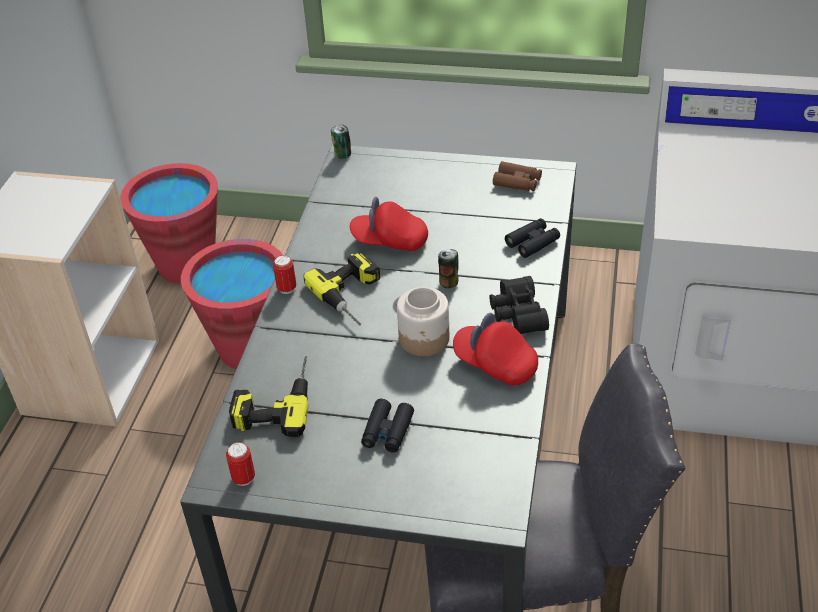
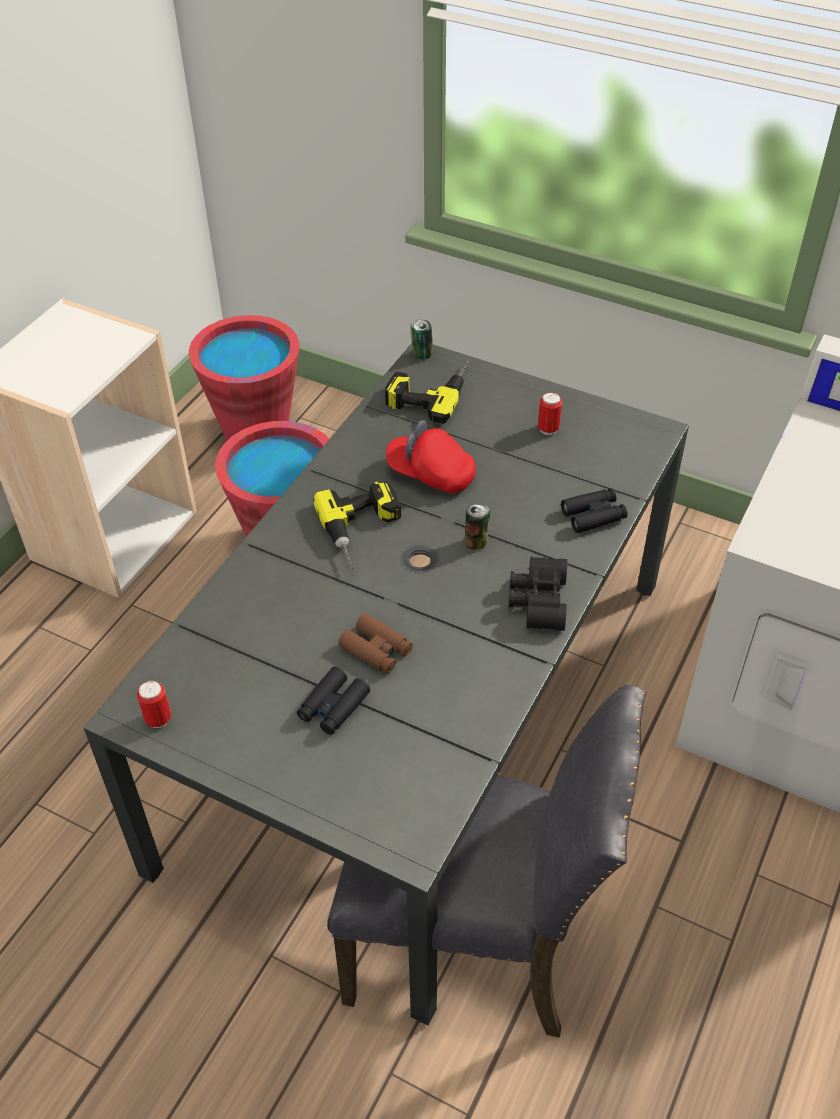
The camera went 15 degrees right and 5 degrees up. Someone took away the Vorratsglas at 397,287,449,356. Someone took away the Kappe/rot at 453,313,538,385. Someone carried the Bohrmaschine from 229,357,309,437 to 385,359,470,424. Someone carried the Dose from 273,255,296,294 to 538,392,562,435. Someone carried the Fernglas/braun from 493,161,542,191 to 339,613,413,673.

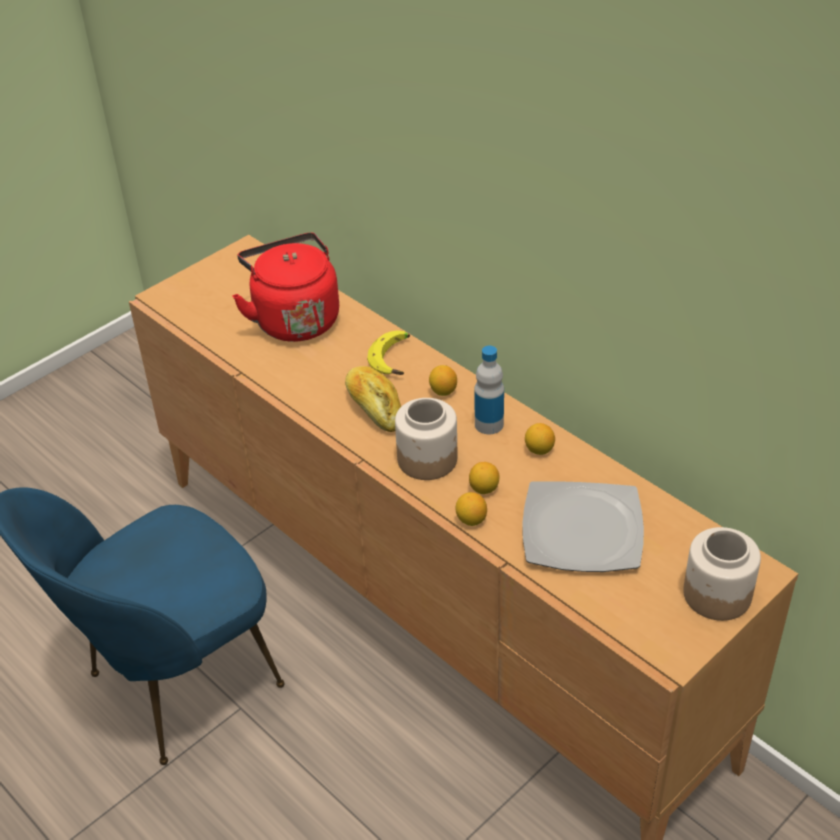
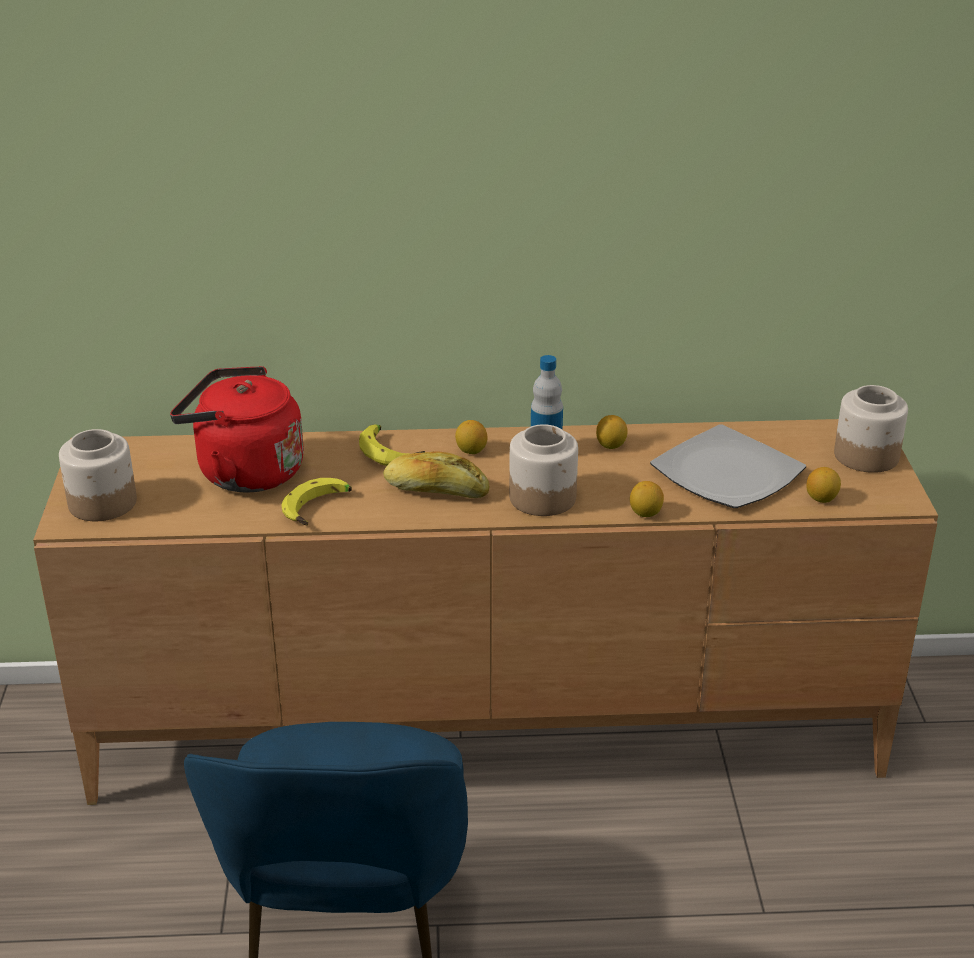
The camera went 50 degrees left and 10 degrees down. Someone put down the Vorratsglas at 59,429,137,521. Someone put down the Banane at 281,478,352,526. Someone carried the Zitrone from 469,462,499,494 to 806,467,841,503.

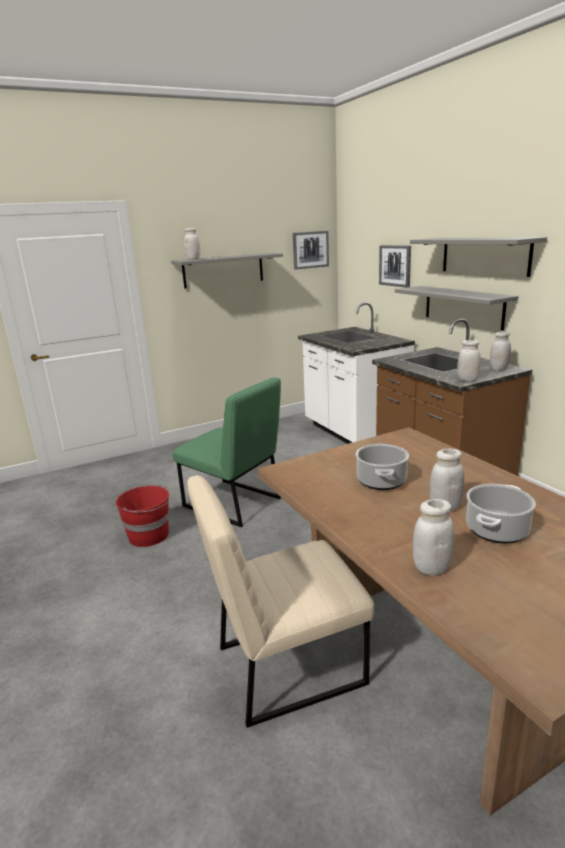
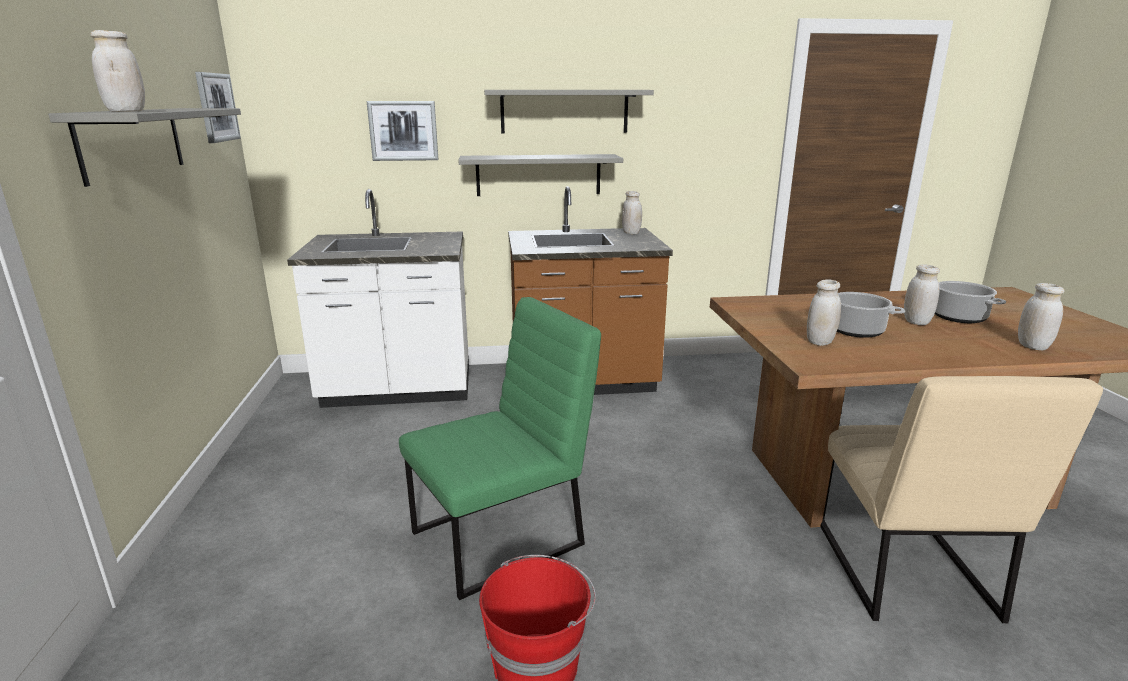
The camera went 70 degrees left and 0 degrees up. Someone carried the Vorratsglas/weiß from 457,340,481,381 to 807,279,841,346.

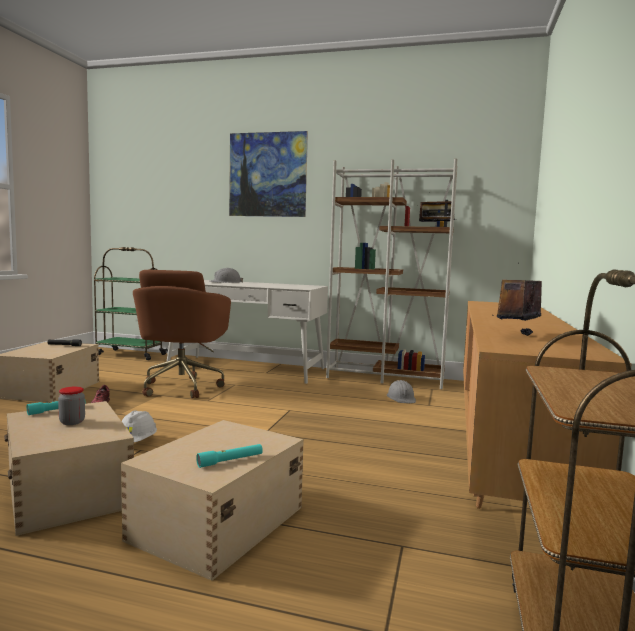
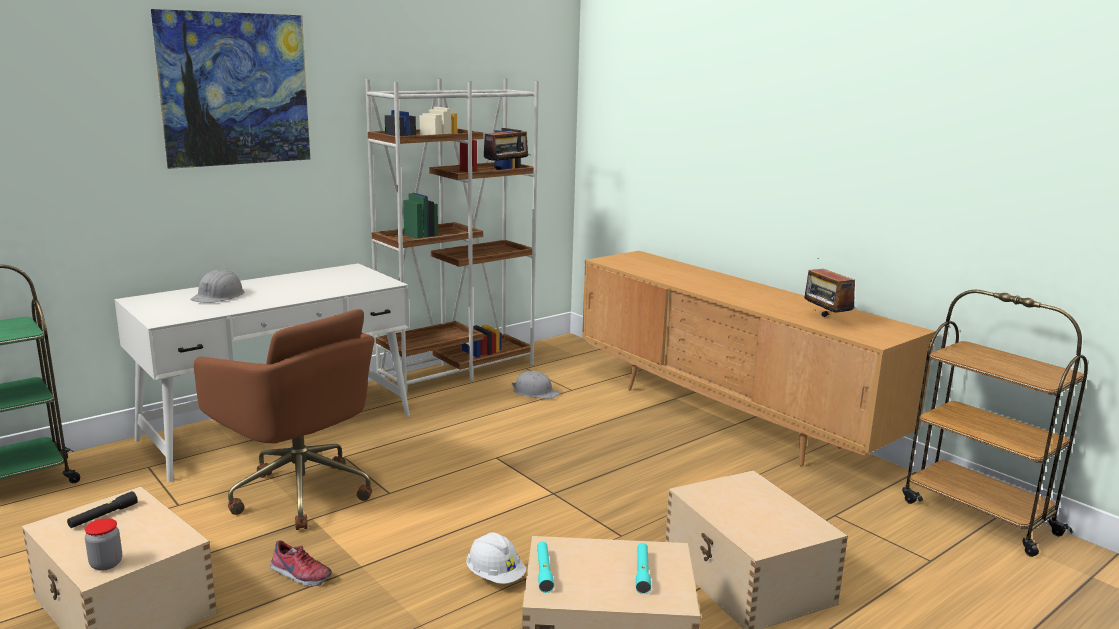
The camera went 55 degrees left and 10 degrees up. Someone carried the Vorratsglas from 58,387,85,425 to 85,518,122,571. Someone carried the Taschenlampe/türkis from 196,444,263,468 to 636,543,651,594.

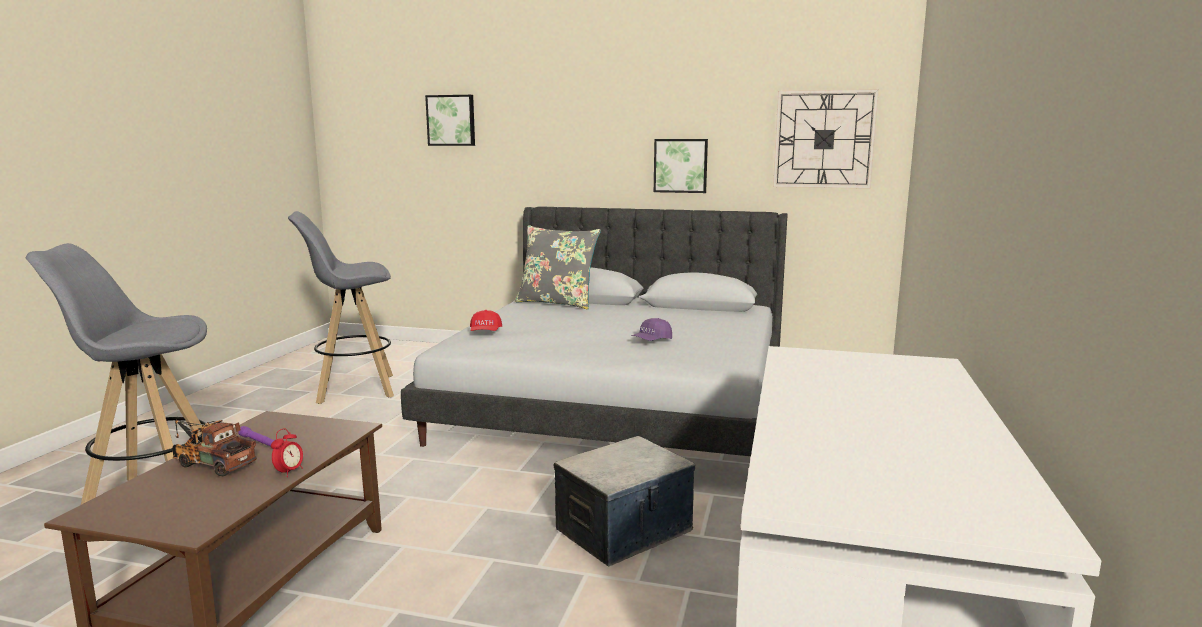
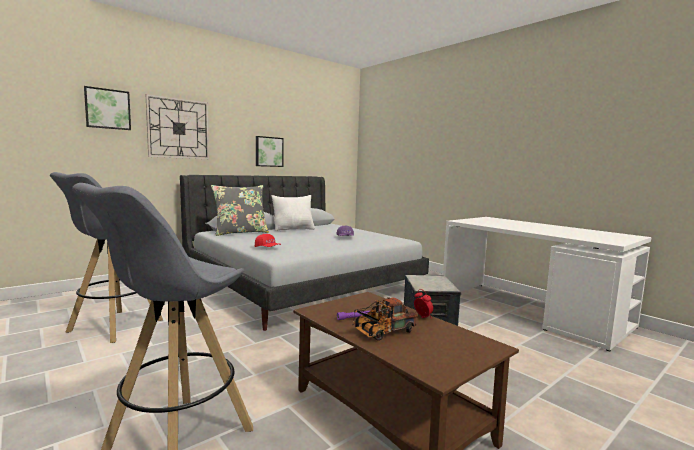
The camera went 55 degrees left and 5 degrees down. Someone put down the Kissen/weiß at 272,195,315,231. Someone carried the Wanduhr from 773,89,879,189 to 146,94,209,159.

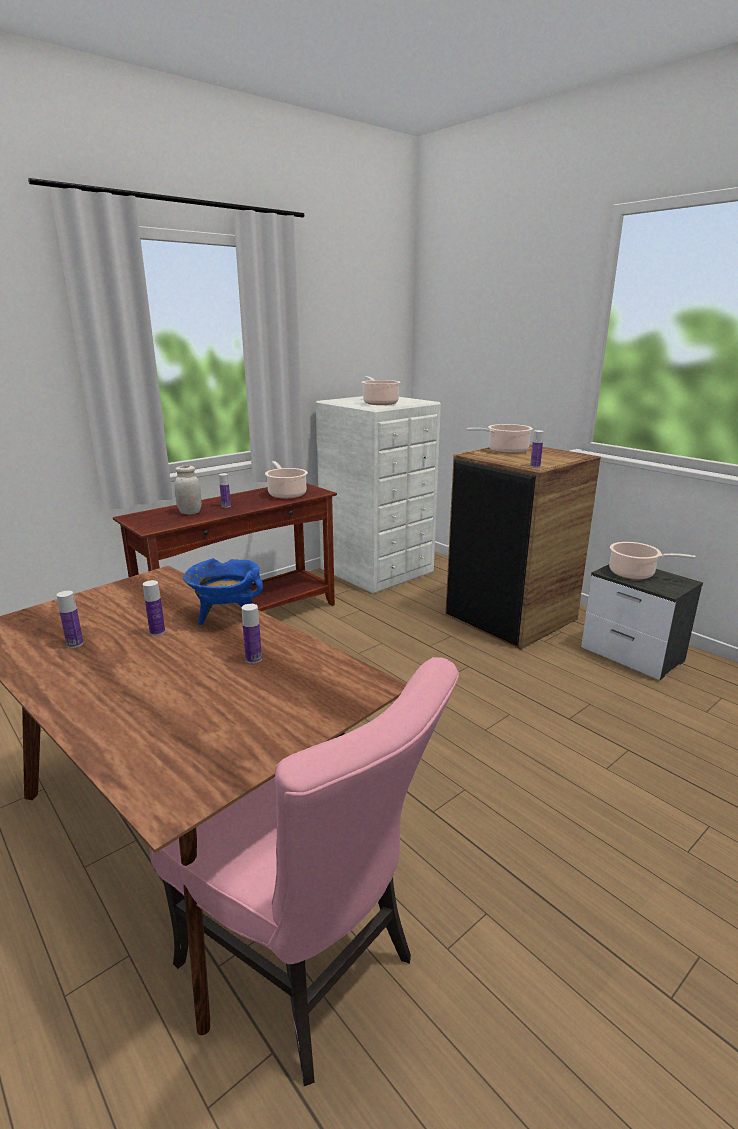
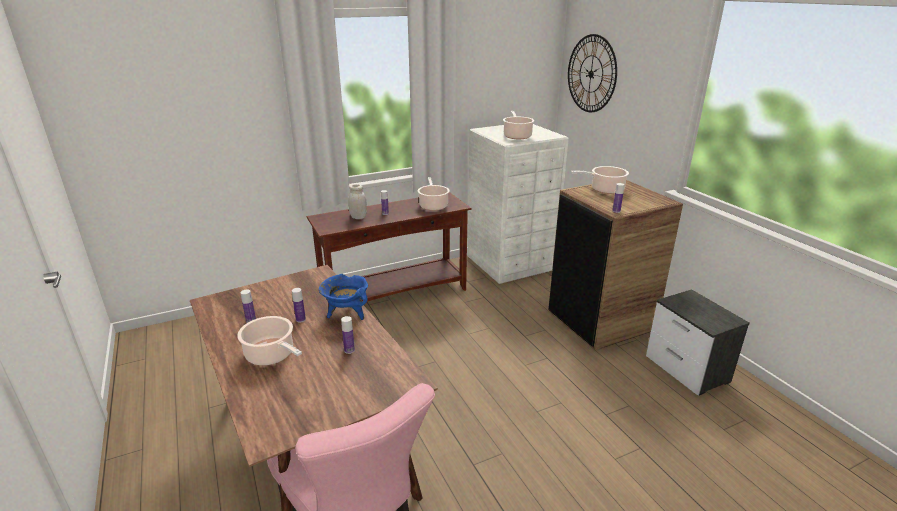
The camera went 15 degrees right and 5 degrees up. Someone put up the Wanduhr at 568,34,617,112. Someone carried the Kochtopf from 609,542,695,580 to 237,316,302,365.

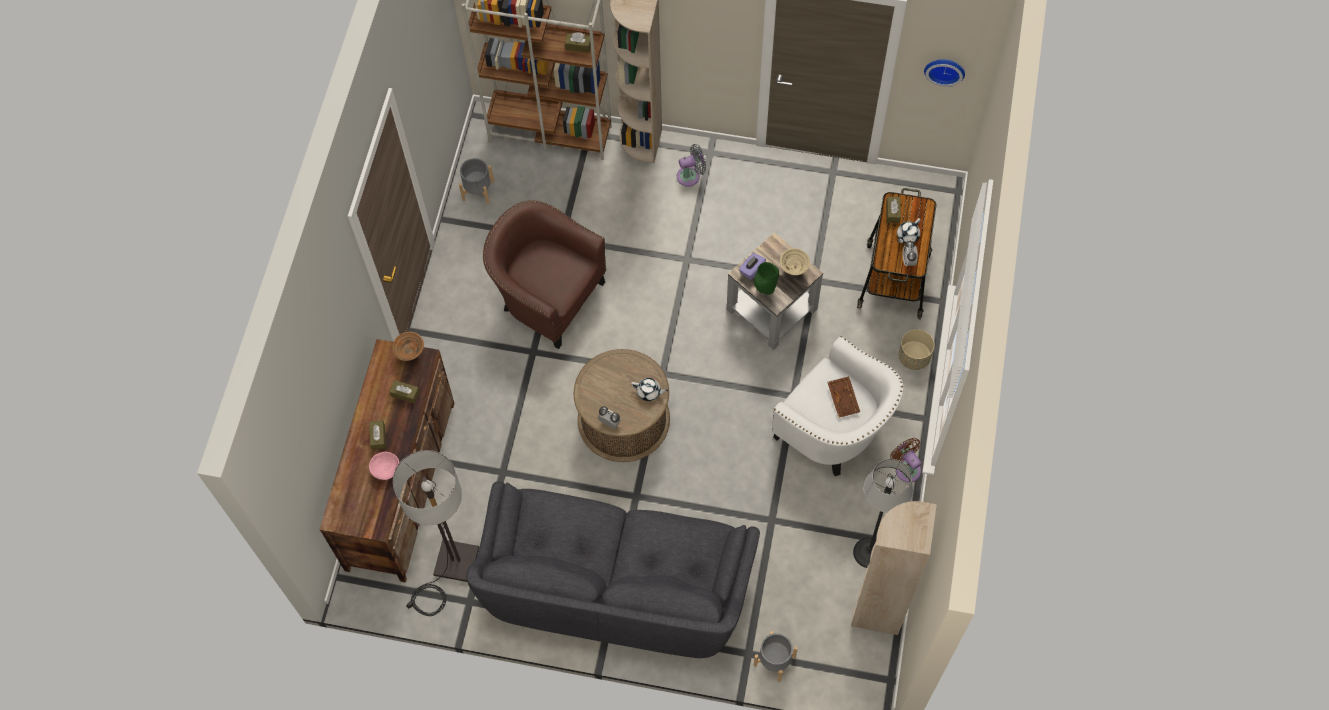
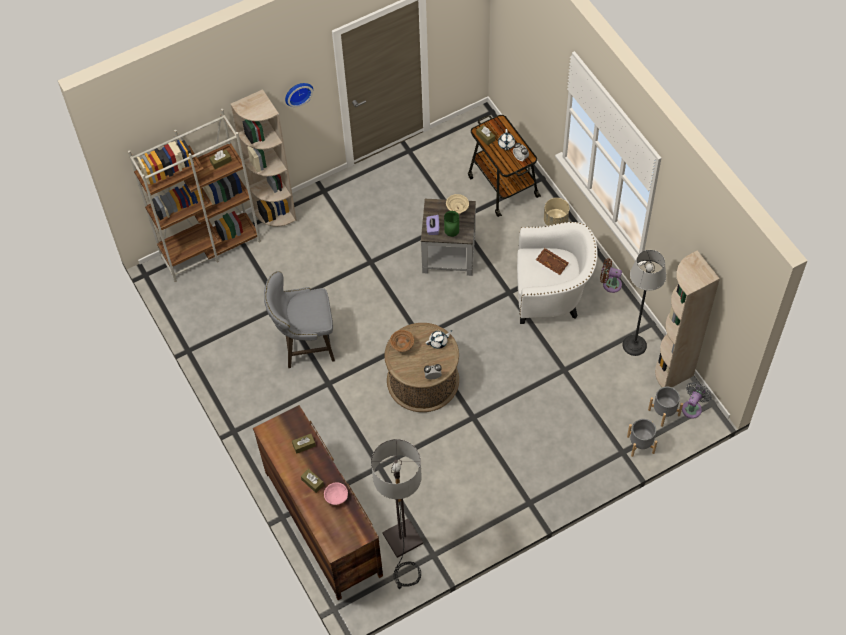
The camera went 40 degrees left and 5 degrees down. Someone took away the Sofa/grau at 466,482,760,658. Someone carried the Schüssel/braun from 392,332,424,361 to 390,330,414,352. Someone carried the Pflanzkübel/grau from 459,158,494,204 to 648,387,683,427. Someone carried the Ventilator/grau from 677,144,706,187 to 682,382,711,419. Someone carried the Wanduhr from 924,59,965,87 to 285,83,313,107. Someone swapped the Sessel/braun at 483,200,606,349 for the Hocker/grau at 264,271,335,368.

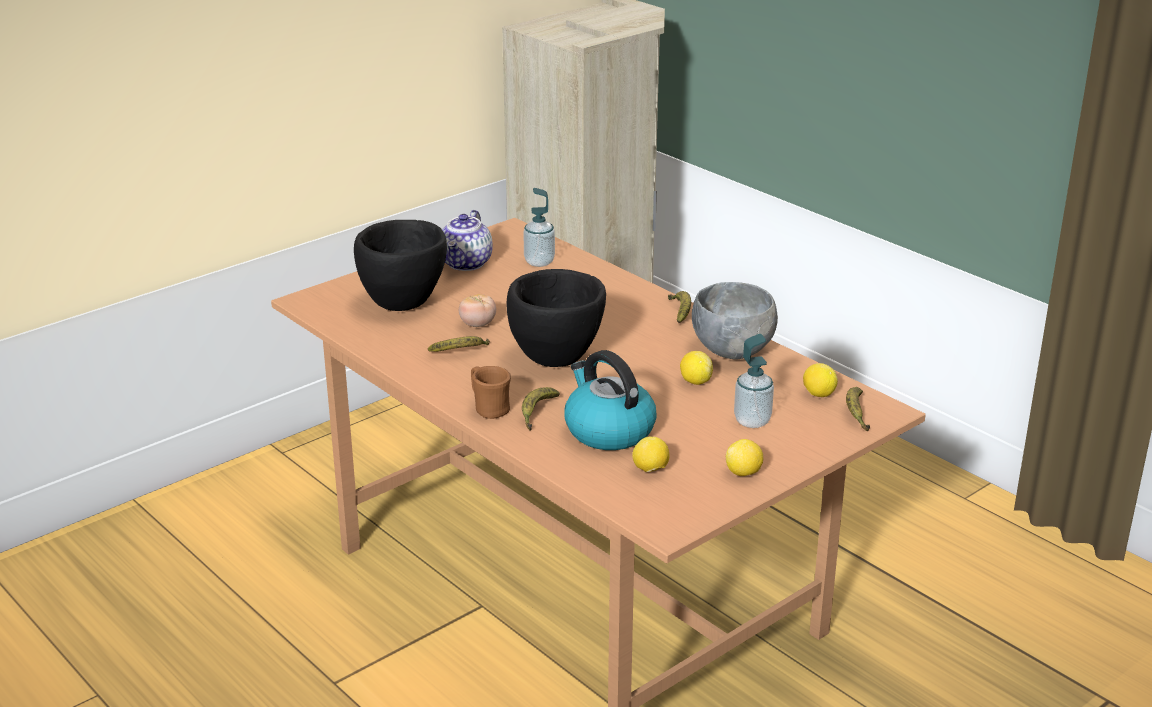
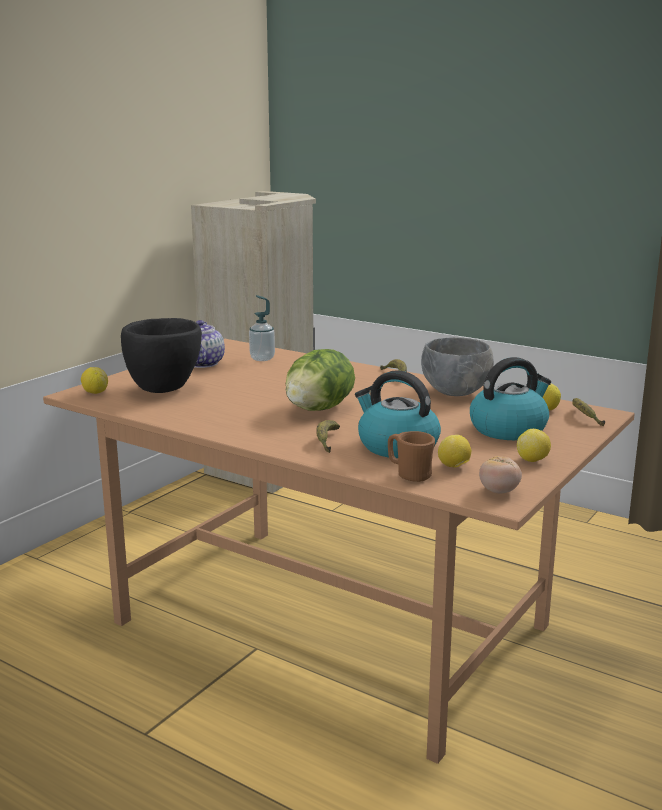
The camera went 15 degrees left and 10 degrees down. Someone took away the Banane at 428,336,490,352. Someone carried the Tomate from 459,294,496,327 to 479,456,522,494. Someone carried the Henkelbecher/braun from 471,366,511,419 to 388,431,435,482. Someone carried the Zitrone from 680,351,713,385 to 81,367,108,394. Someone swapped the Schüssel/schwarz at 507,269,606,367 for the Salatkopf at 286,349,355,411. Someone swapped the Seifenspender at 734,334,774,428 for the Wasserkessel at 470,357,551,440.

